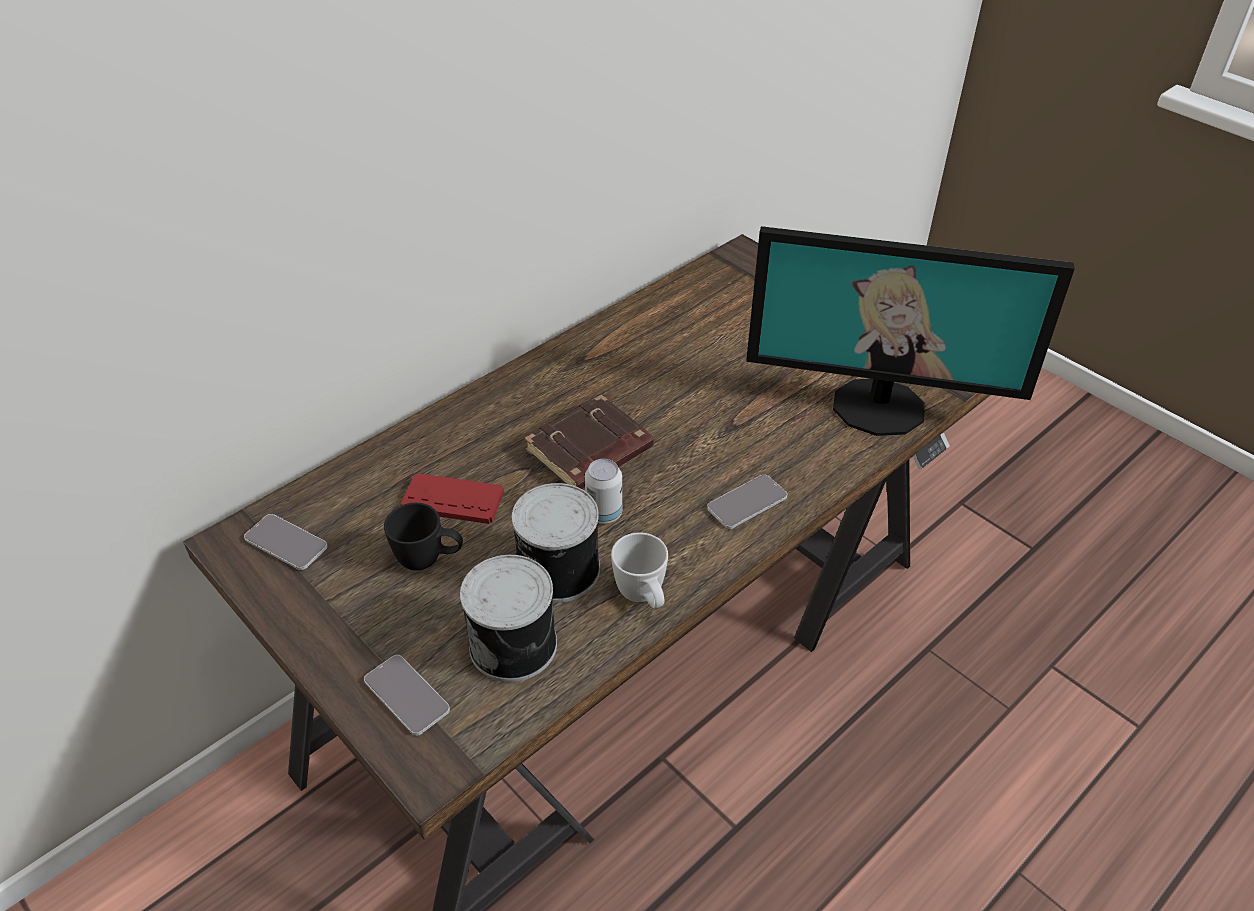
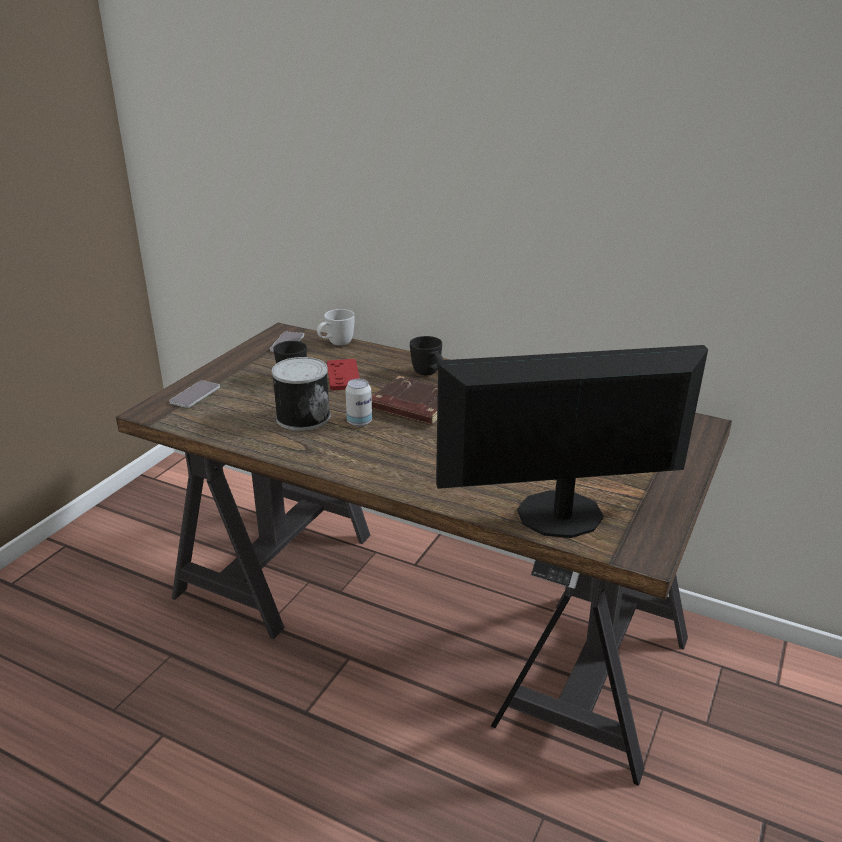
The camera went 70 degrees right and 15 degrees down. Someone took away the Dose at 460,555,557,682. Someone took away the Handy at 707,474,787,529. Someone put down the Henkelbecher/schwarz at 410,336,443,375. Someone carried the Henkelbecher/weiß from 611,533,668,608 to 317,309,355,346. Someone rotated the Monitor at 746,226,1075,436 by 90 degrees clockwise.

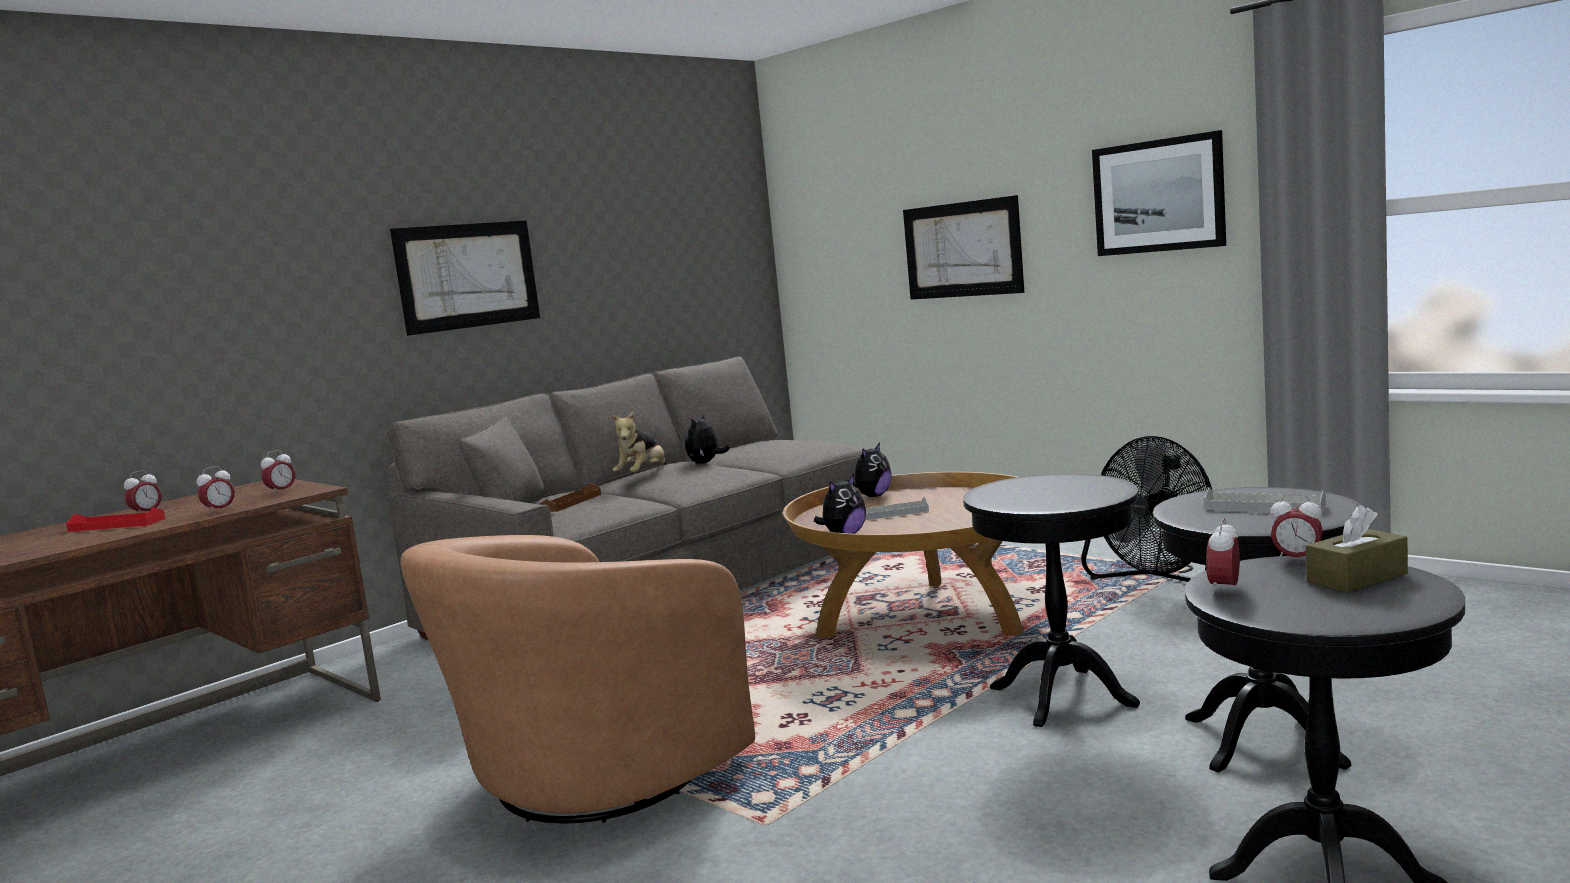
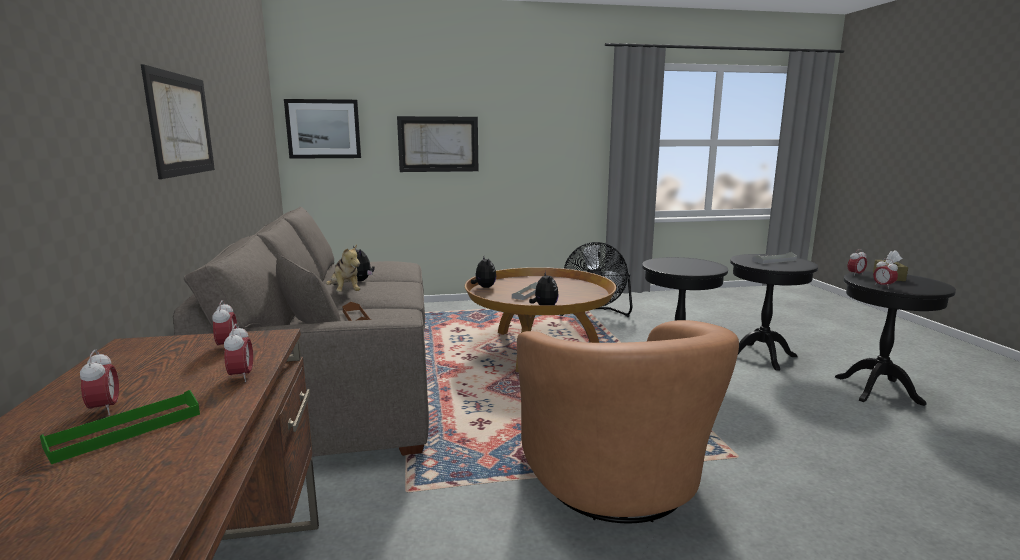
The camera went 55 degrees left and 5 degrees up. Someone carried the Bild from 1092,130,1226,256 to 284,99,361,159. Someone repainted the Tablett/rot at 66,507,165,532, which became the Tablett/grün at 40,390,200,464.

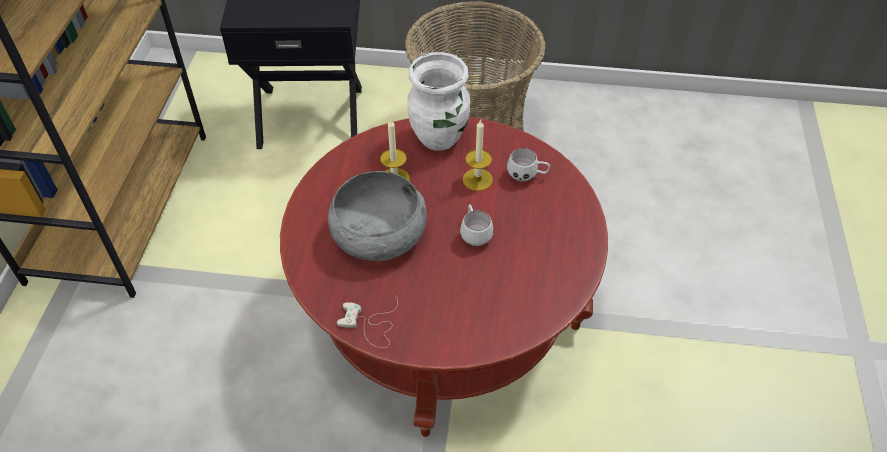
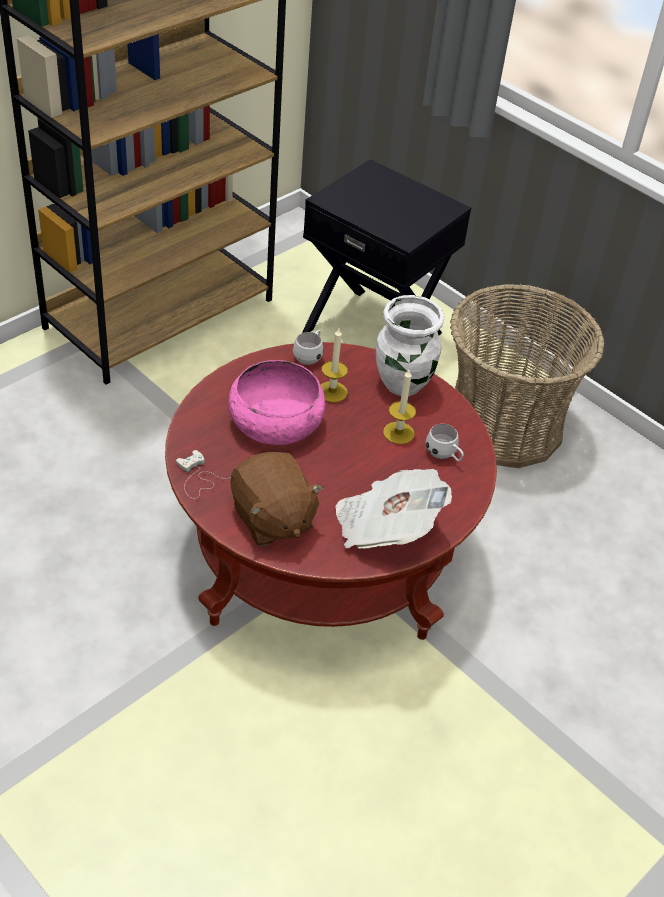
The camera went 35 degrees right and 5 degrees down. Someone put down the Plüschtier/braun at 230,452,324,546. Someone put down the Zeitung at 335,469,452,549. Someone carried the Henkelbecher/weiß from 460,204,494,246 to 293,330,324,365. Someone repainted the Schüssel/grau at 328,171,427,261, which became the Schüssel/rosa at 228,360,325,445.

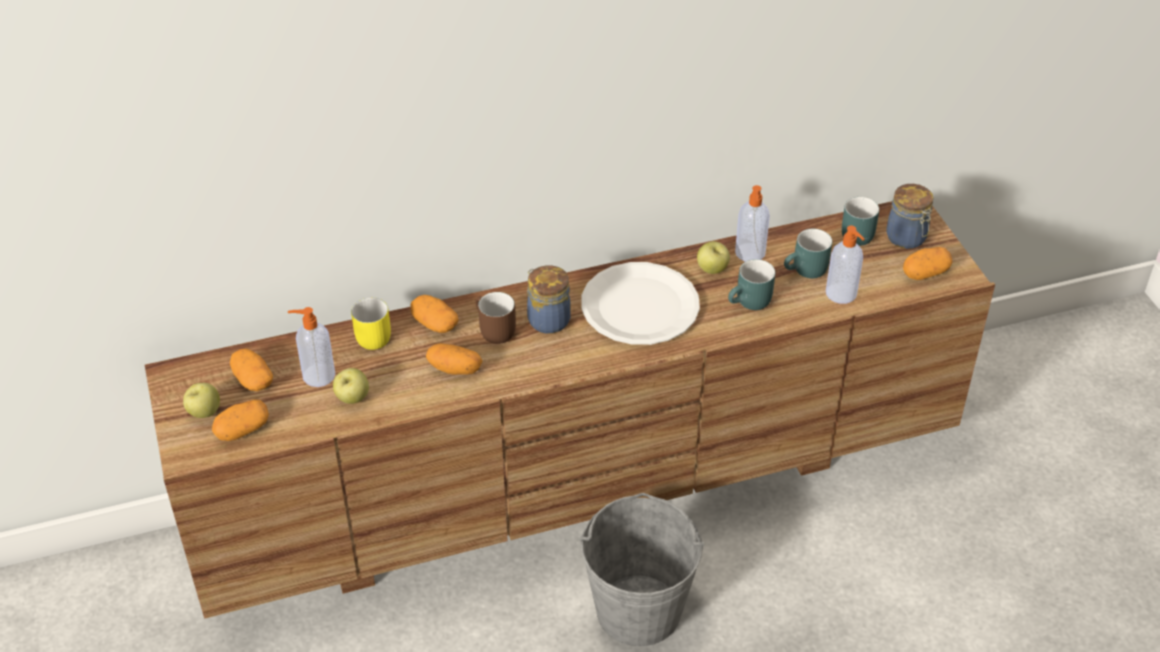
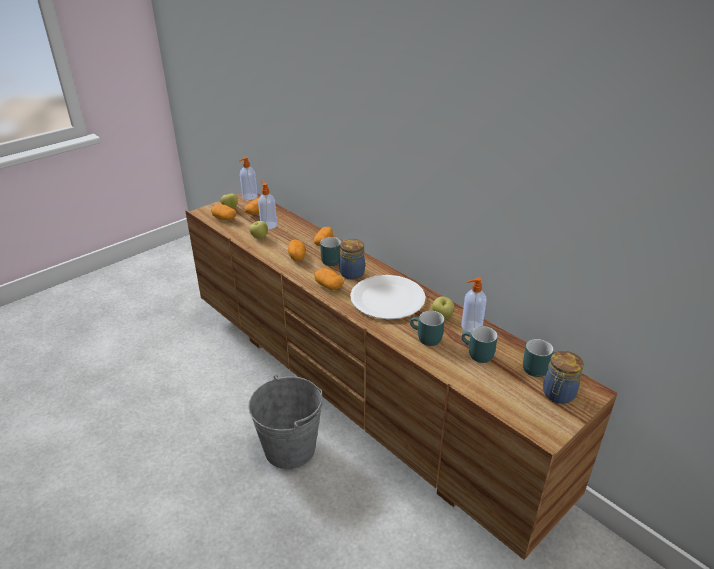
The camera went 65 degrees right and 10 degrees down. Someone took away the Henkelbecher/gelb at 351,298,391,350. Someone carried the Seifenspender from 826,226,865,304 to 240,157,258,200. Someone carried the Kartoffel from 903,247,952,280 to 314,268,344,290. Someone repainted the Henkelbecher/braun at 475,292,516,344, which became the Henkelbecher/türkis at 320,237,341,266.

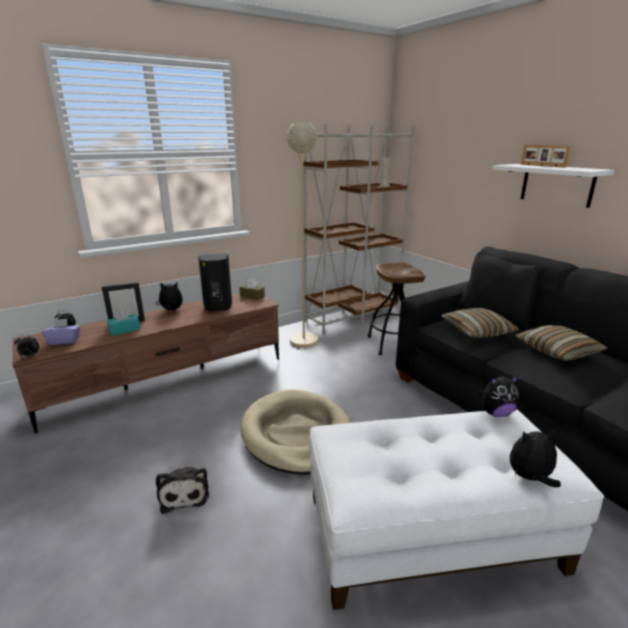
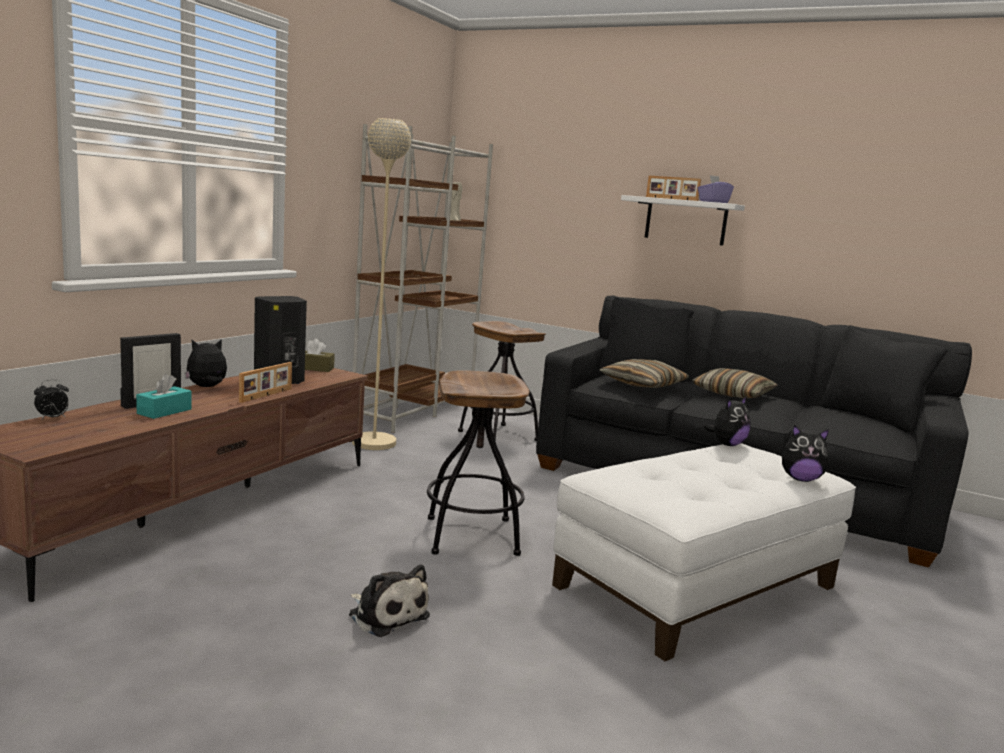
The camera went 30 degrees left and 10 degrees down. Someone took away the Wecker at 14,334,39,357. Someone put down the Bilderrahmen at 239,362,292,403. Someone carried the Taschentuchbox/lila from 42,319,80,345 to 698,175,734,203. Someone swapped the Hundebett/beige at 240,389,351,475 for the Hocker/braun at 427,370,529,556. Someone rotated the Plüschtier at 510,429,561,487 by 135 degrees counterclockwise.

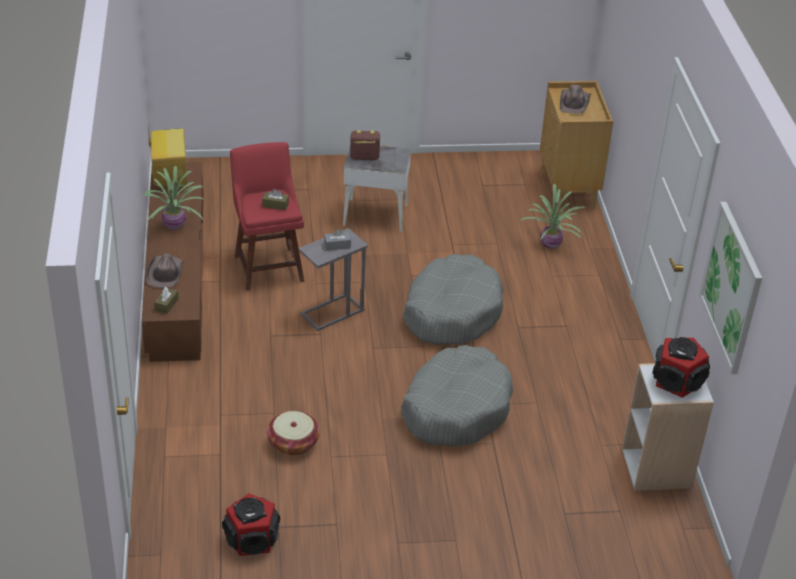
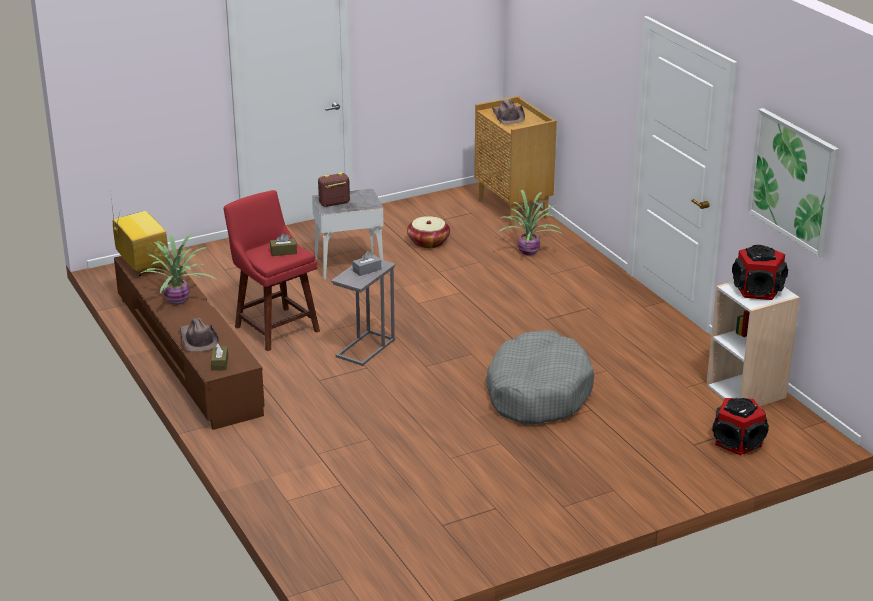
The camera went 20 degrees left and 10 degrees down. Someone took away the Hundebett/grau at 404,254,503,344. Someone carried the Lautsprecher from 222,493,280,556 to 712,398,769,455. Someone carried the Korb from 267,411,320,455 to 407,216,450,248.

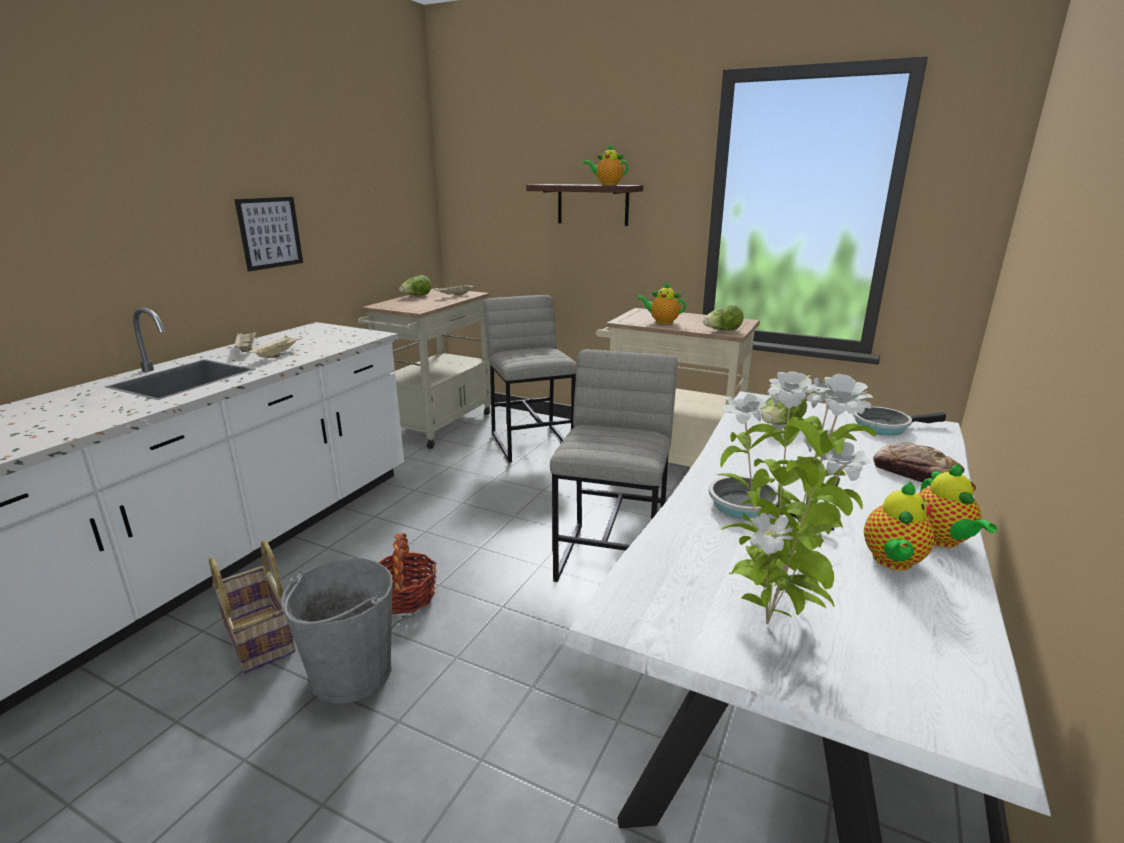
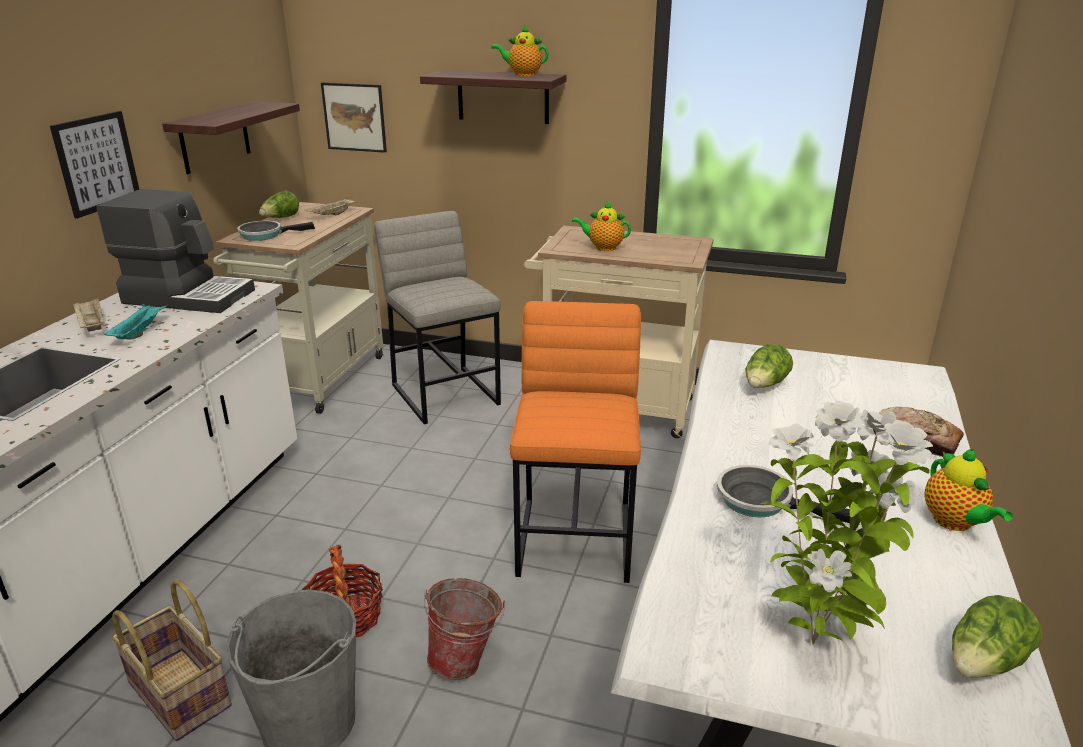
The camera went 10 degrees left and 5 degrees up. Someone took away the Teekanne at 864,481,935,570. Someone put down the Kaffeemaschine at 97,189,255,313. Someone put up the Wandregal at 162,101,300,174. Someone put up the Bild at 321,83,387,153. Someone put down the Eimer at 424,578,505,680. Someone carried the Salatkopf from 703,305,743,330 to 952,595,1043,678. Someone carried the Pfanne from 853,406,946,435 to 237,221,315,241. Someone repainted the Tablett/beige at 248,335,302,358, which became the Tablett/türkis at 104,304,168,339. Someone repainted the Stuhl/grau at 550,349,678,582, which became the Stuhl/orange at 510,301,641,583.

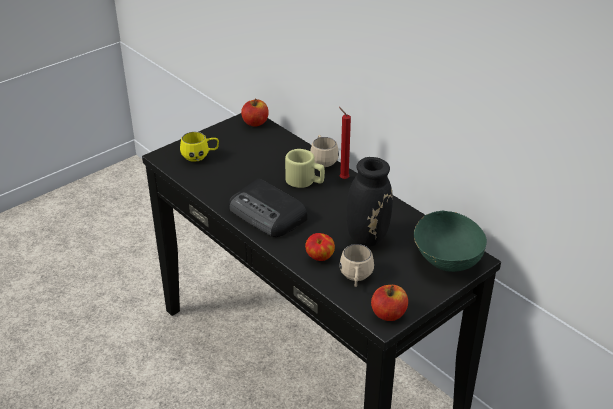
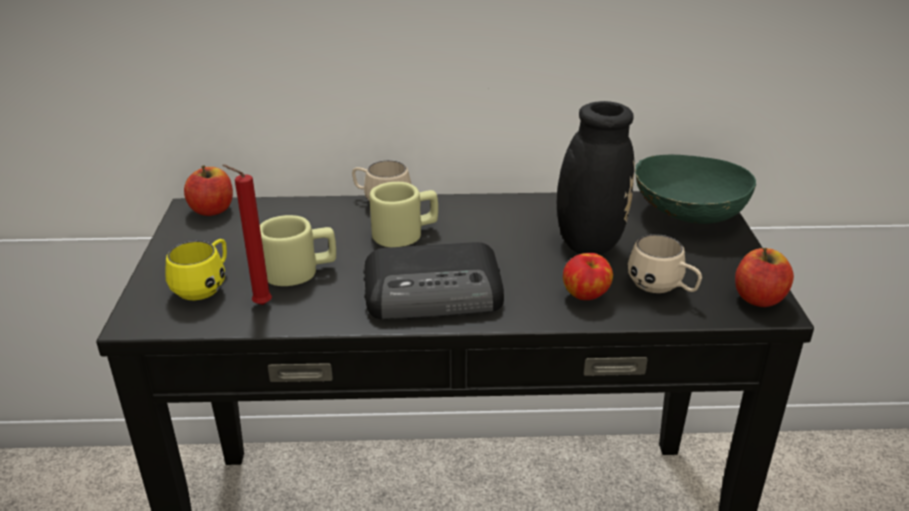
The camera went 50 degrees left and 5 degrees down. Someone put down the Henkelbecher/beige at 260,215,336,286. Someone carried the Kerze/rot from 339,107,351,179 to 222,165,272,305.

